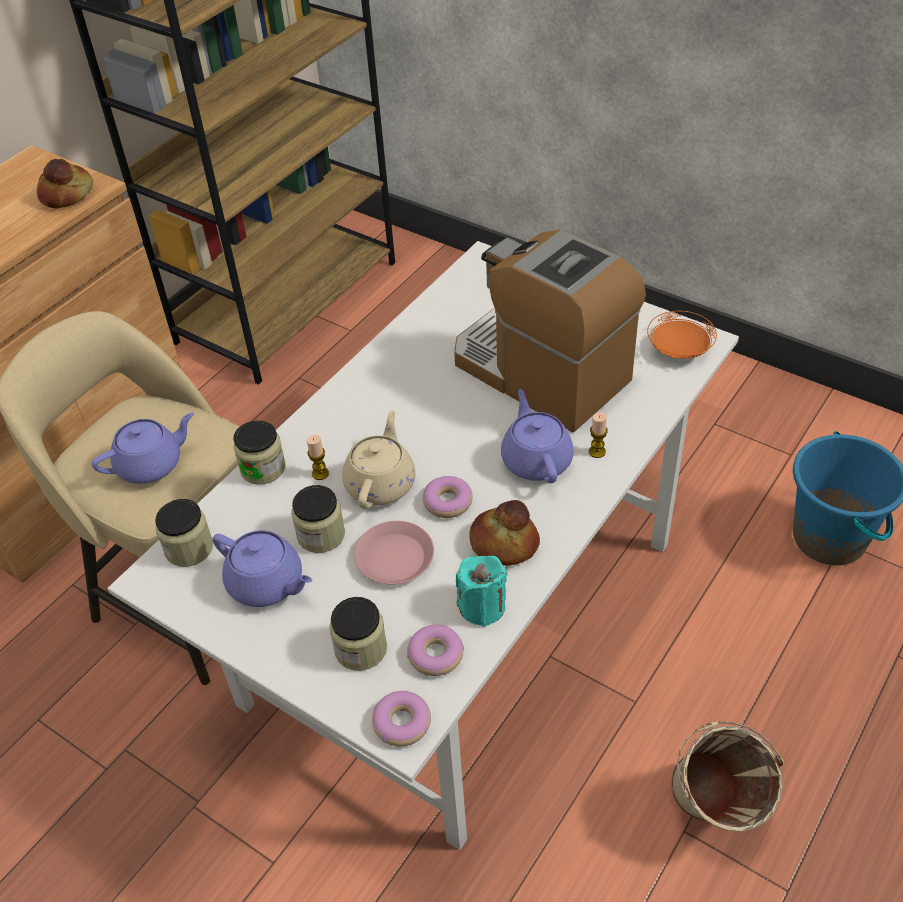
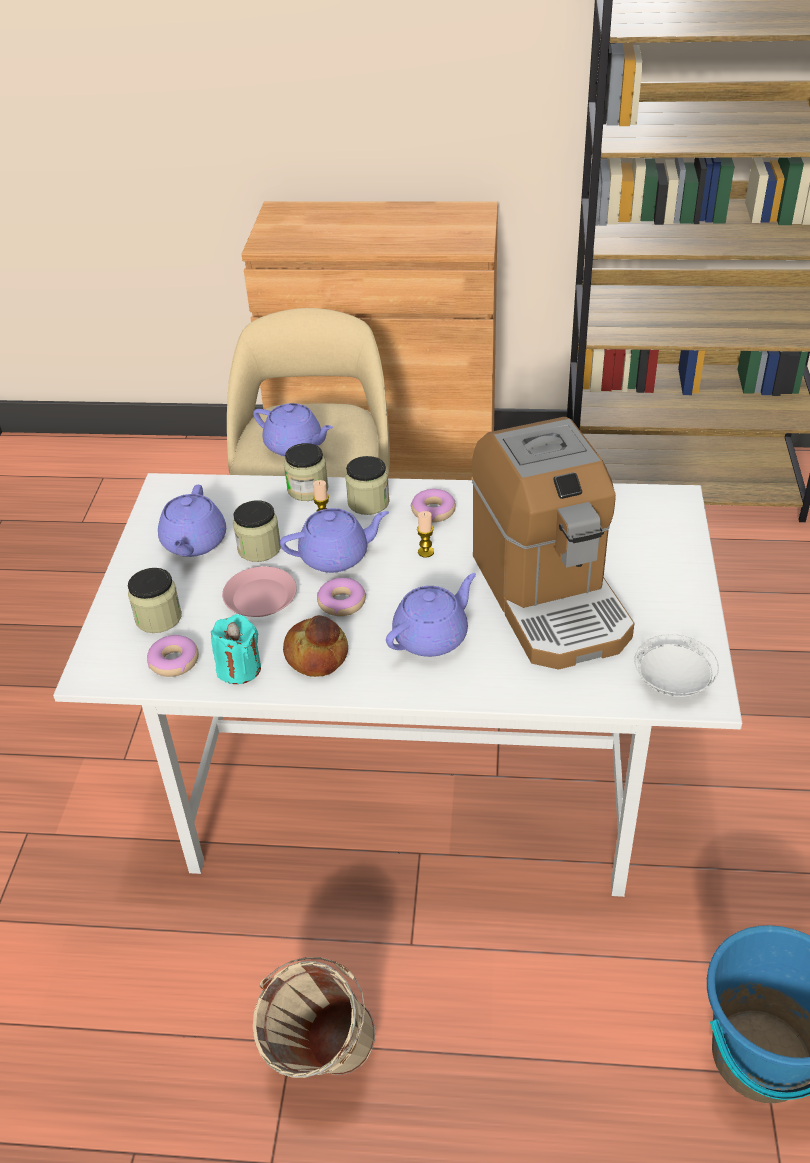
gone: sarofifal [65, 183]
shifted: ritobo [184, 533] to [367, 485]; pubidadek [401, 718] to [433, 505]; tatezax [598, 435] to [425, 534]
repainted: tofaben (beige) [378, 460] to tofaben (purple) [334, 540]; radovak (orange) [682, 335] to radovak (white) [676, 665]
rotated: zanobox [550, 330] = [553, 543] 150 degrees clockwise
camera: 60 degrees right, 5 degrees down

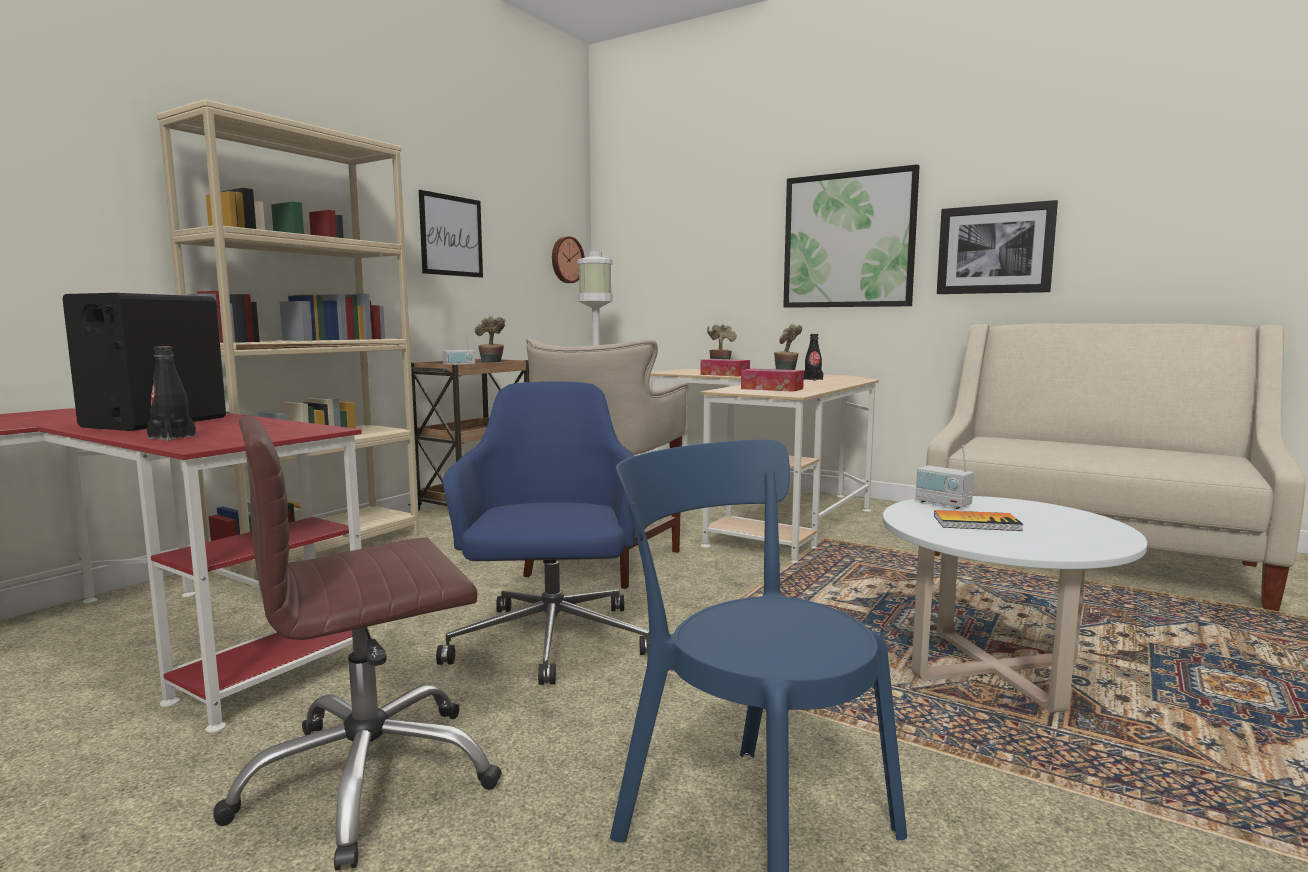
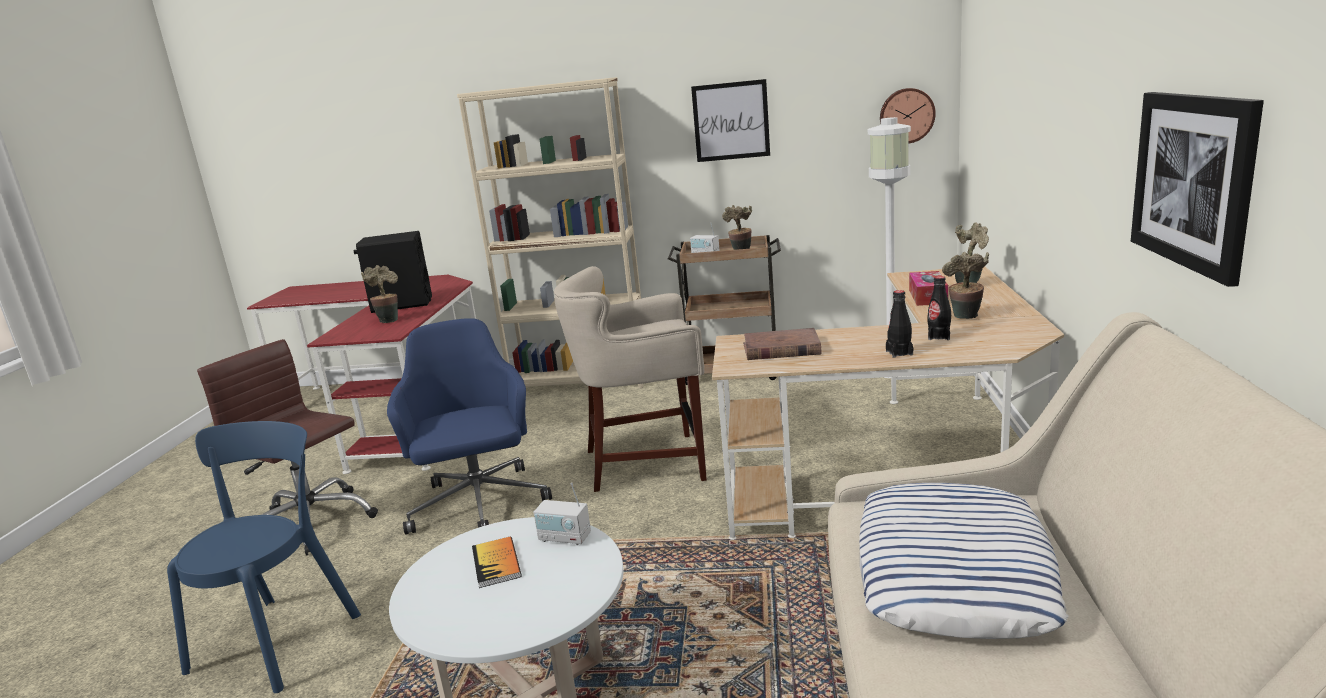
gone: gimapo [851, 236]
new: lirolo [379, 294]; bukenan [963, 561]
shifted: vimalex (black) [171, 393] to [899, 324]
swapped: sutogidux [772, 380] to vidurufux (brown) [782, 344]
rotated: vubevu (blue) [542, 533] = [469, 426] 75 degrees counterclockwise; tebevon [944, 477] = [562, 514] 90 degrees counterclockwise
camera: 65 degrees right, 10 degrees up

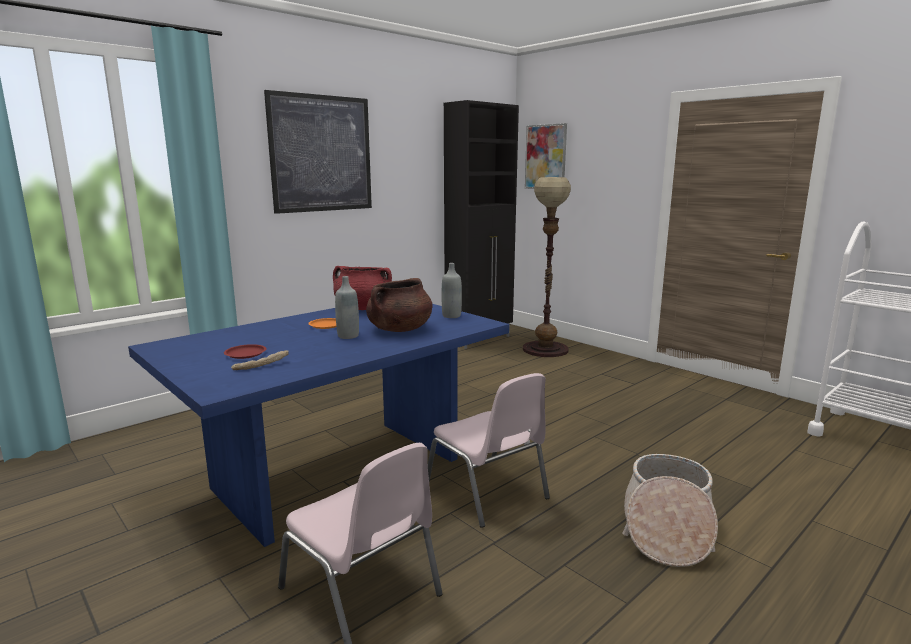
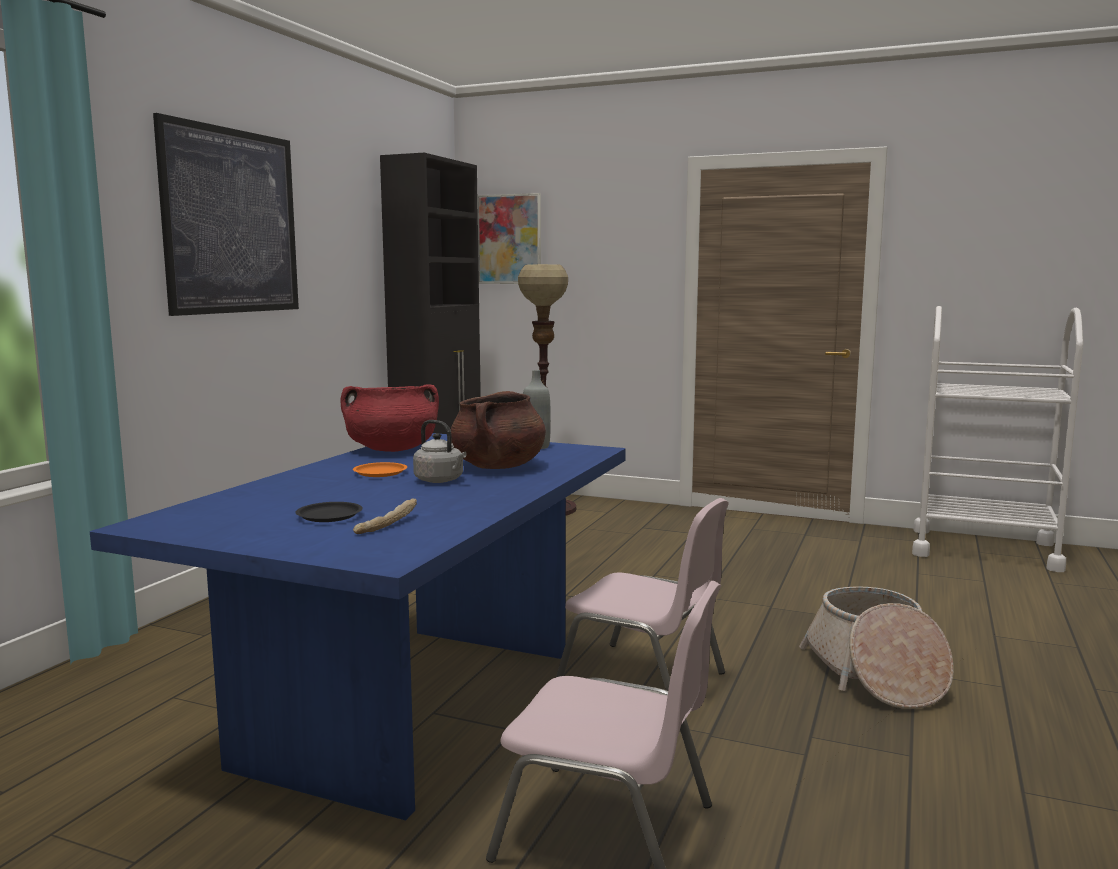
swapped: vimalex (grey) [347, 307] to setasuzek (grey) [440, 451]
repainted: radovak (red) [245, 351] to radovak (black) [329, 512]
camera: 25 degrees left, 5 degrees down

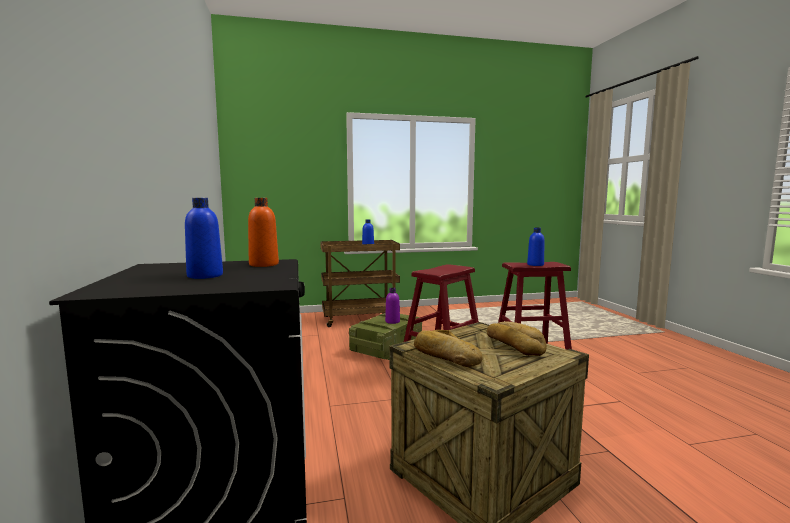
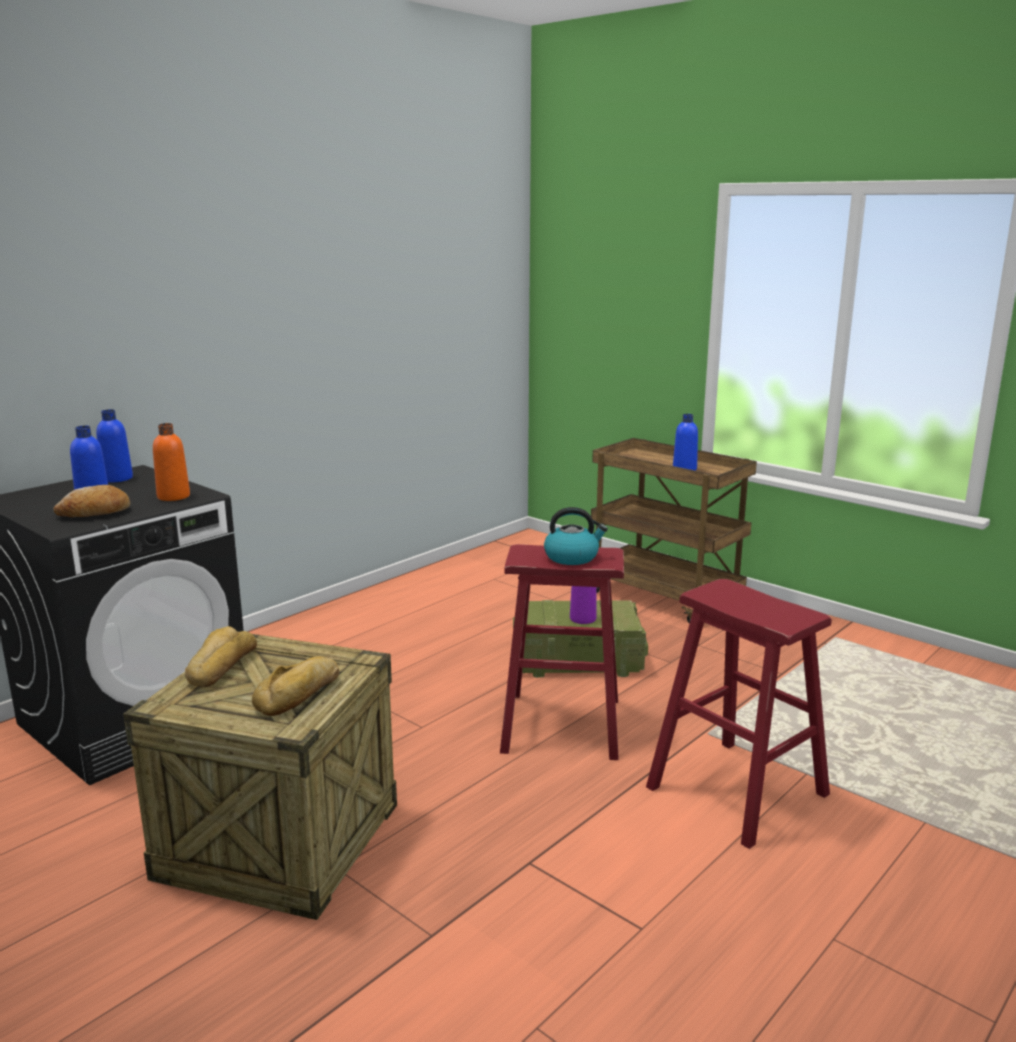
new: sarofifal [92, 501]; setasuzek [576, 536]
shifted: vimalex (blue) [536, 247] to [114, 445]
camera: 55 degrees right, 10 degrees up

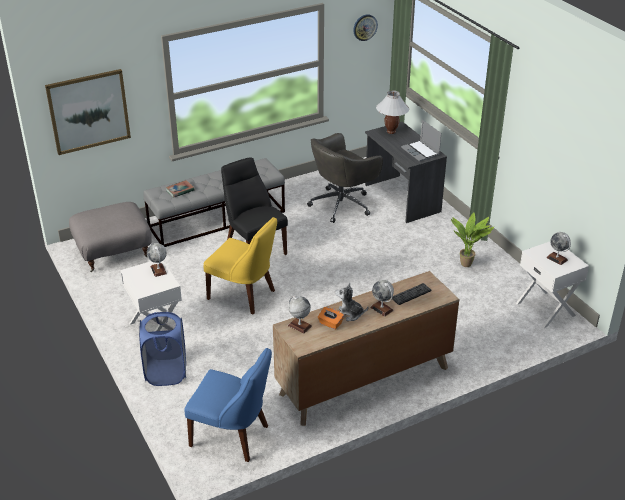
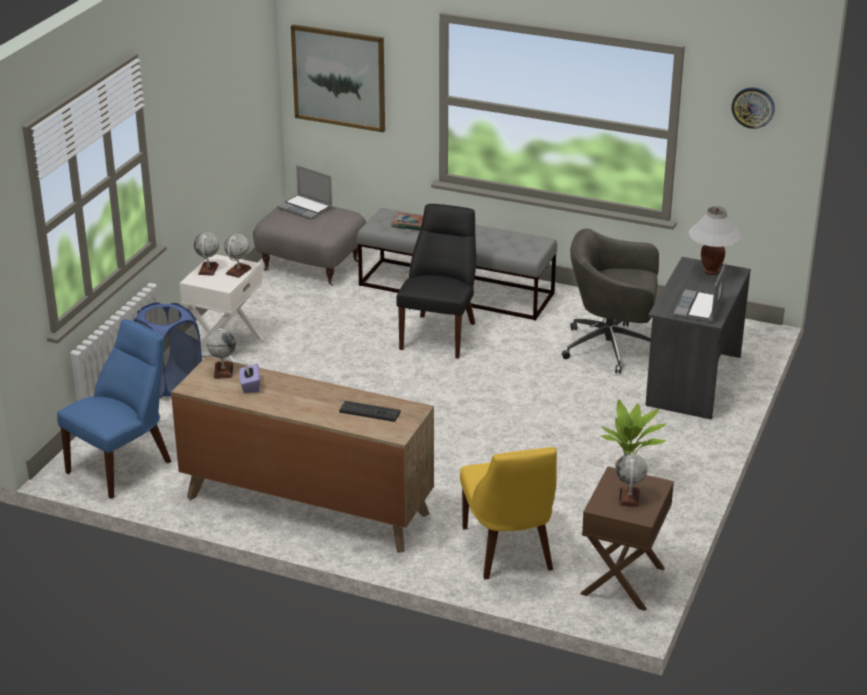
gone: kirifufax [351, 302]
new: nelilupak [304, 192]
shifted: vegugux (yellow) [240, 265] to [508, 513]; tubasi [382, 298] to [206, 254]
repainted: sutogidux (orange) [331, 318] to sutogidux (purple) [249, 378]; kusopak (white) [552, 285] to kusopak (brown) [627, 539]
rotated: vegugux (blue) [228, 405] = [114, 409] 120 degrees counterclockwise
camera: 50 degrees right, 5 degrees down

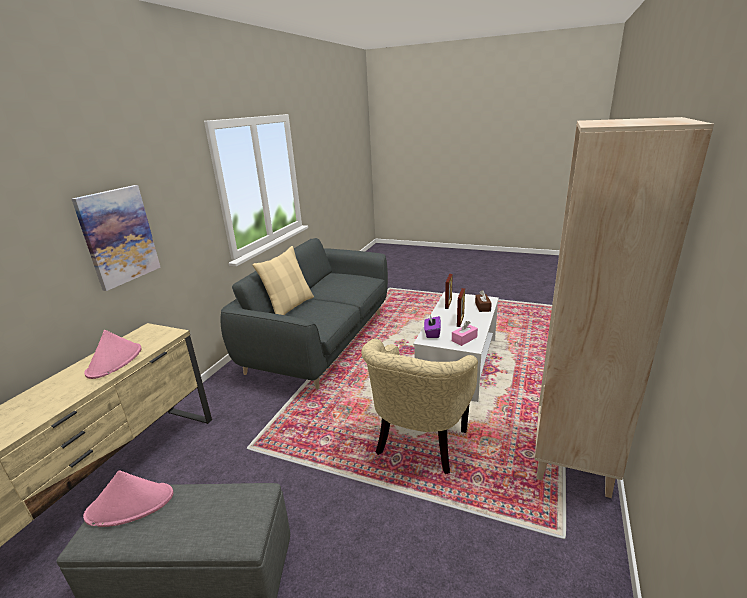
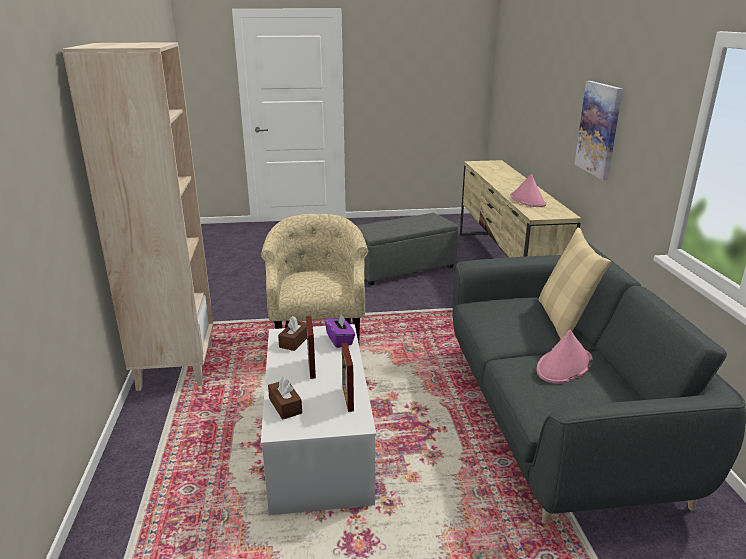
shifted: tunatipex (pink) [128, 498] to [565, 357]
repainted: sutogidux (pink) [465, 333] to sutogidux (brown) [292, 333]
camera: 150 degrees right, 0 degrees up

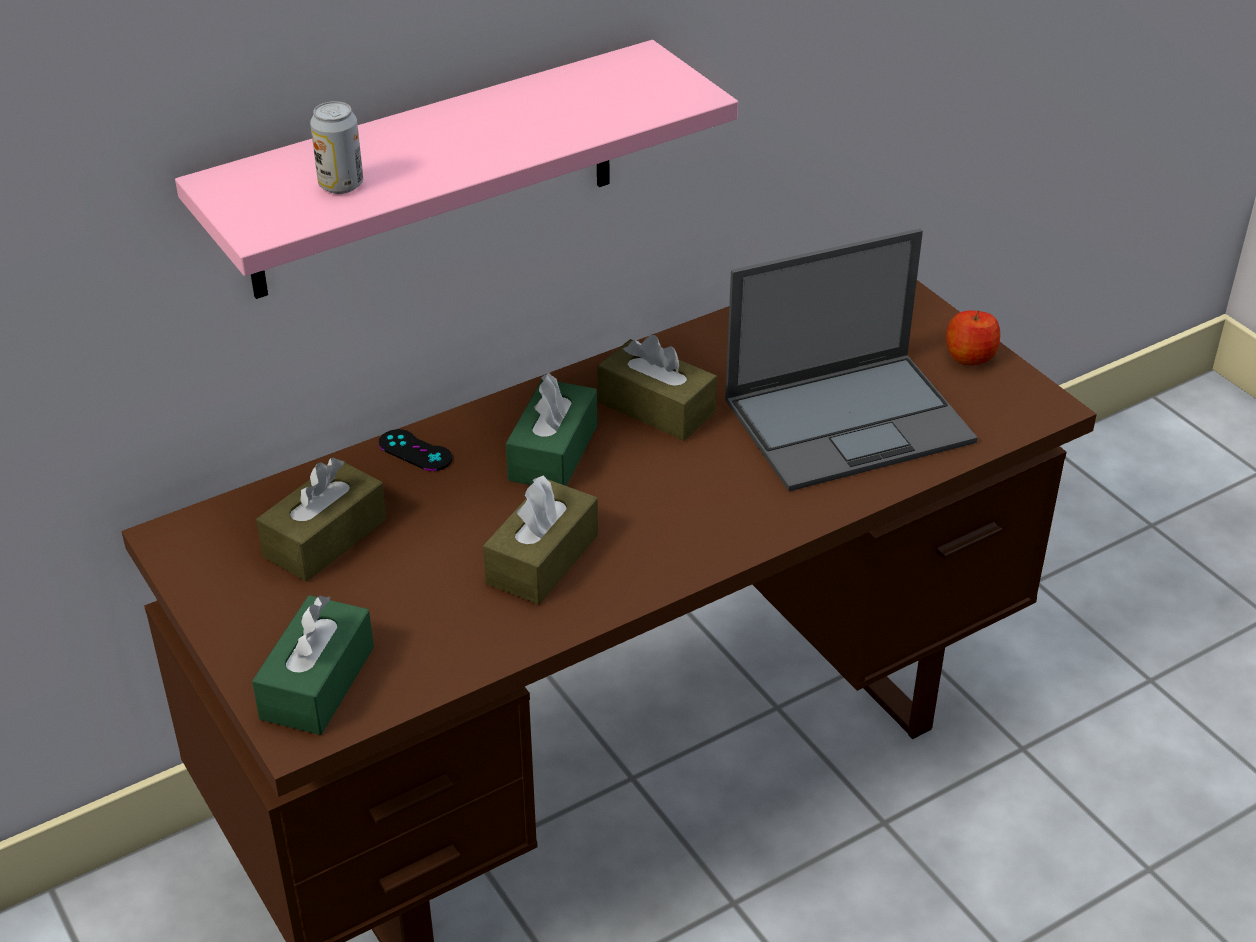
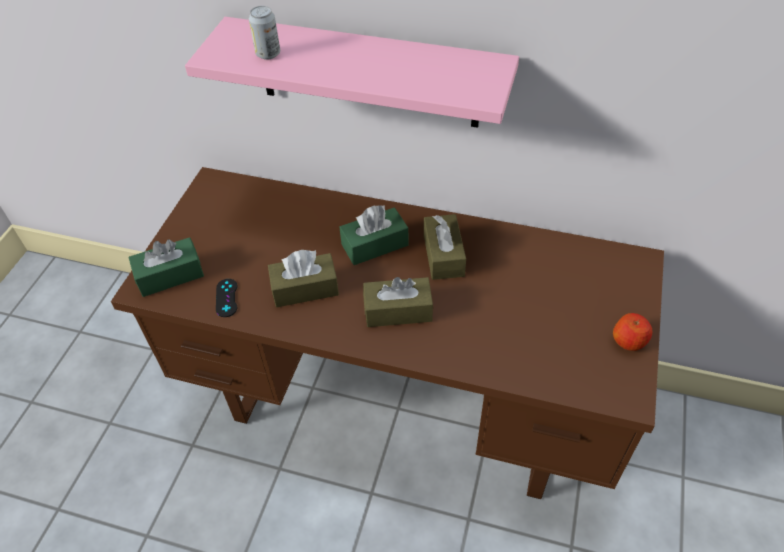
gone: nelilupak [851, 360]
shifted: sutogidux (brown) [321, 519] to [398, 302]; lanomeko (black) [415, 450] to [226, 298]
camera: 50 degrees right, 10 degrees up

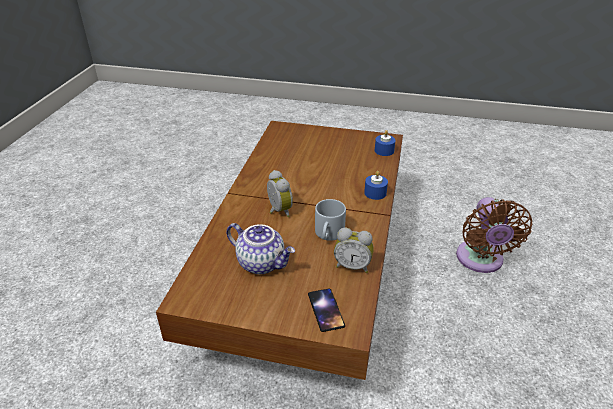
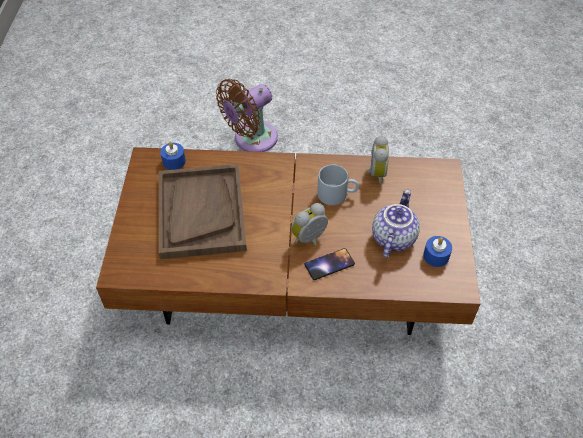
new: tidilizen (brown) [203, 211]
shifted: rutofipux [326, 310] to [330, 264]; tatezax (blue) [376, 185] to [437, 251]
rotated: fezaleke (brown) [494, 235] = [247, 115] 150 degrees clockwise
camera: 100 degrees left, 15 degrees up

